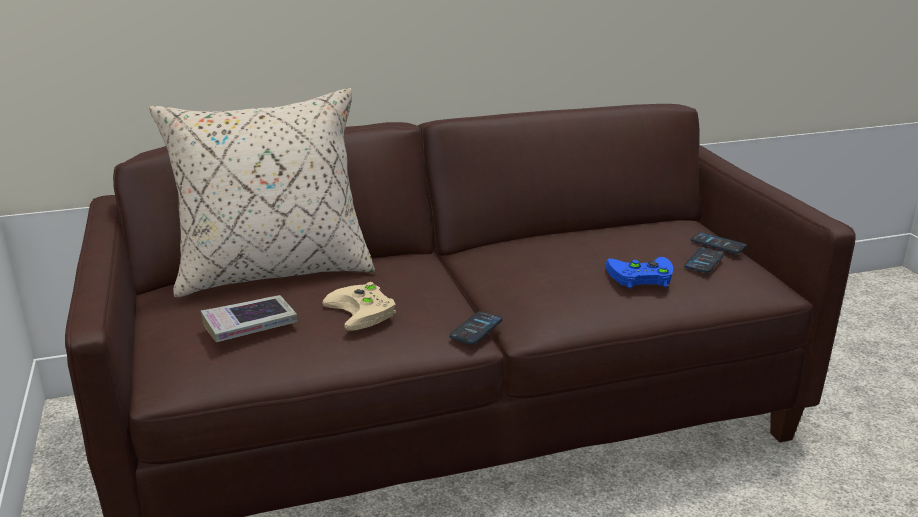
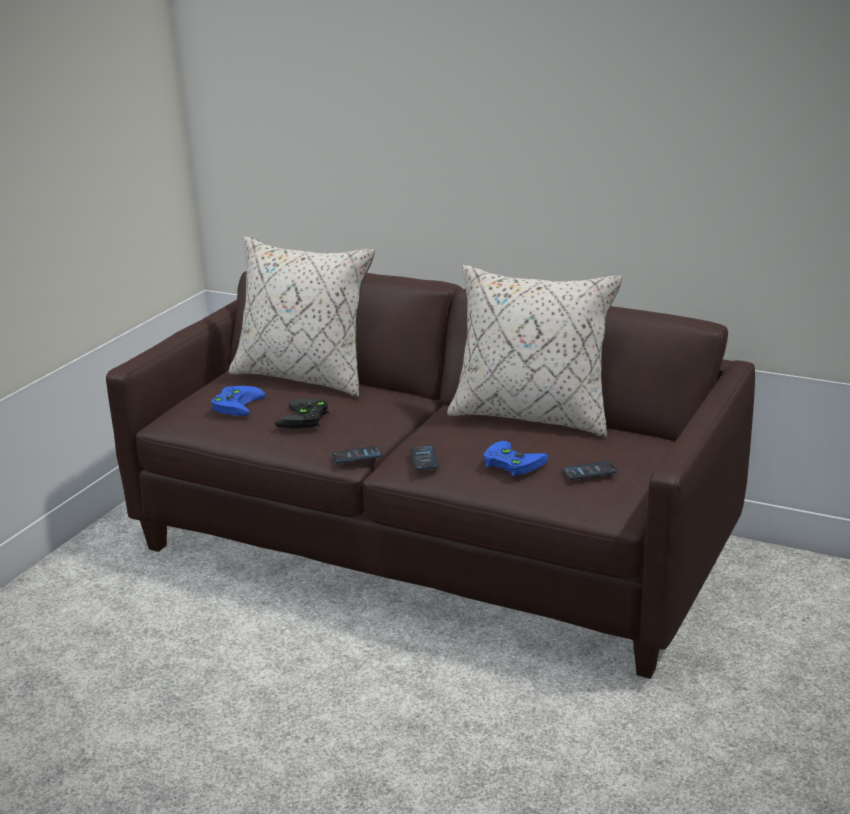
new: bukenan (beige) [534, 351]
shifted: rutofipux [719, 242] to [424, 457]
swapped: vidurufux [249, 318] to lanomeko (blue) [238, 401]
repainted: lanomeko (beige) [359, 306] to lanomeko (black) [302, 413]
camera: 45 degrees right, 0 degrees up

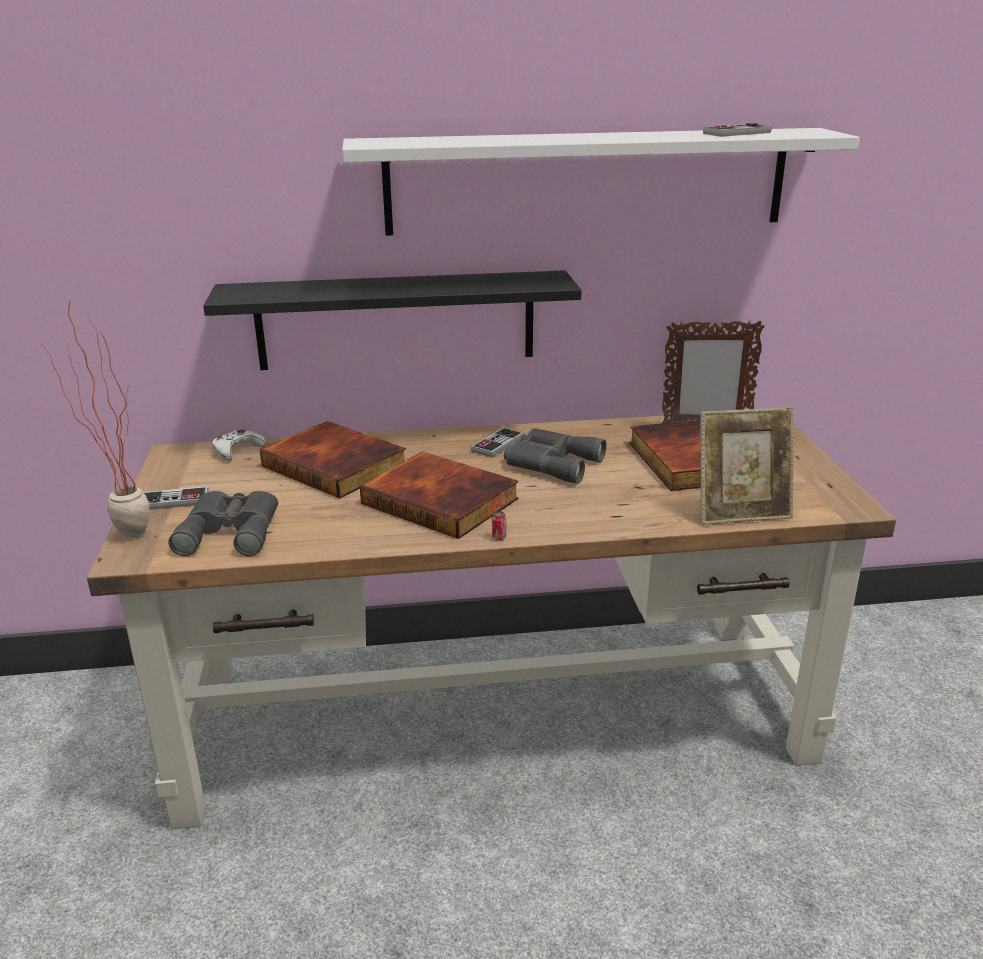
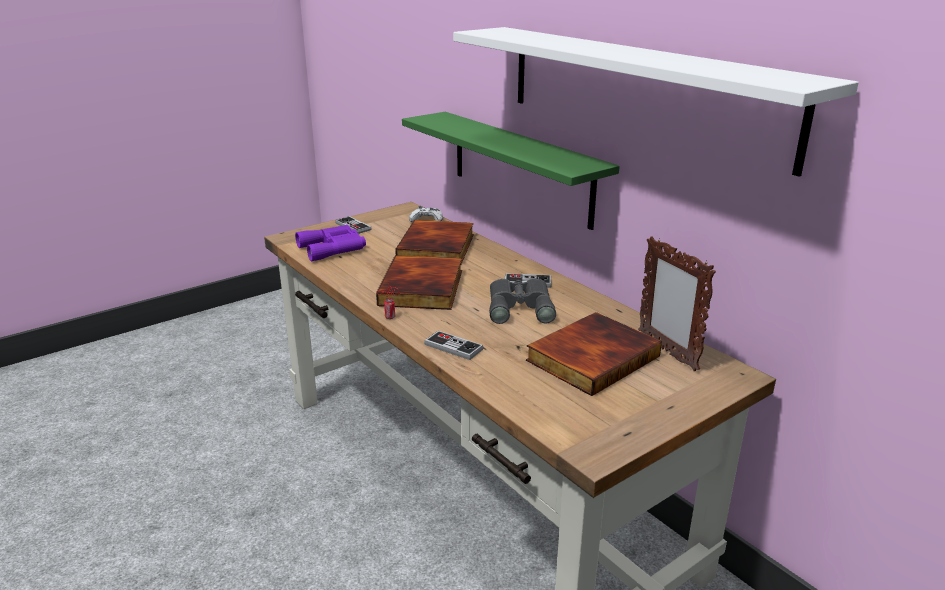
gone: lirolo [94, 419]; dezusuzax [747, 466]
shifted: lanomeko [737, 130] to [453, 345]
repainted: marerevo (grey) [223, 523] to marerevo (purple) [330, 243]; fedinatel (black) [392, 320] to fedinatel (green) [511, 171]
camera: 60 degrees right, 0 degrees up

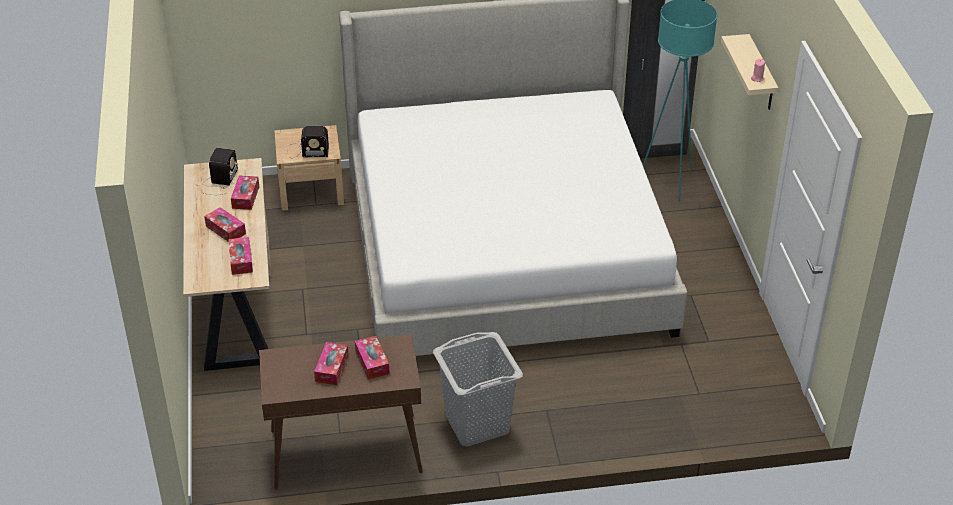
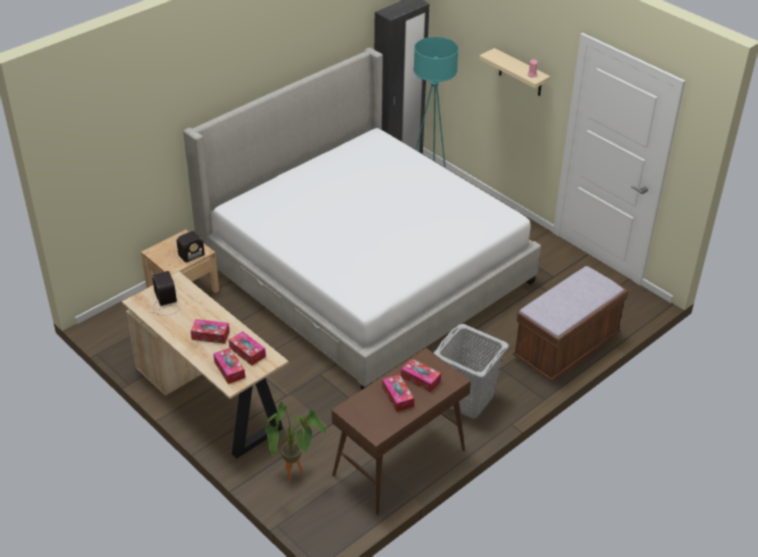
new: lirolo [295, 442]; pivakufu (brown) [570, 324]
shifted: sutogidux [245, 193] to [229, 366]
camera: 35 degrees left, 0 degrees up

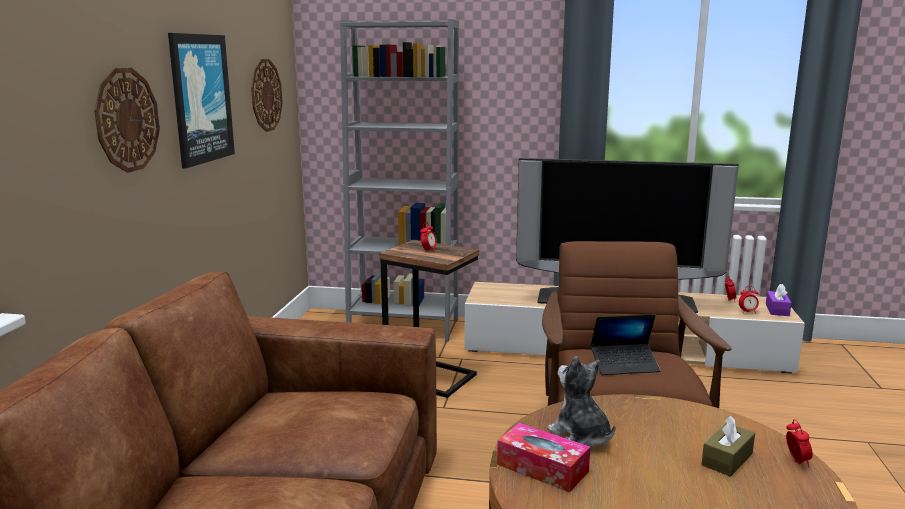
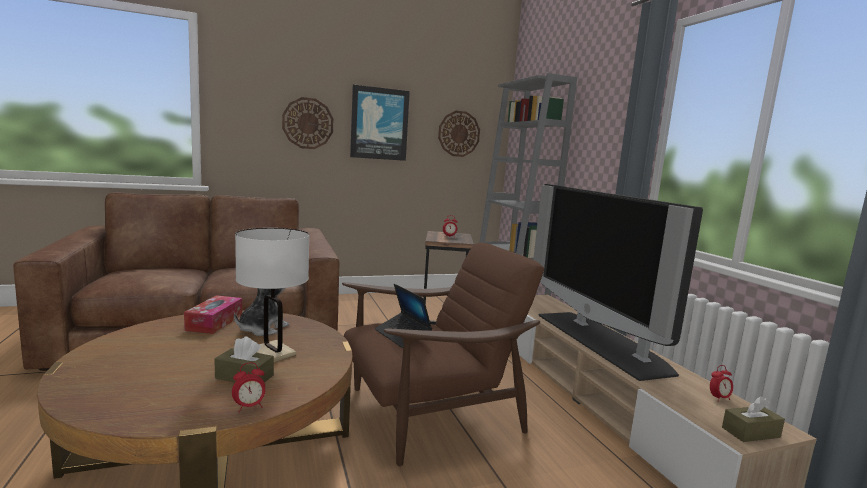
gone: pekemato [749, 299]
new: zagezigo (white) [272, 295]
repainted: sutogidux (purple) [779, 300] to sutogidux (brown) [753, 419]
camera: 60 degrees right, 5 degrees down

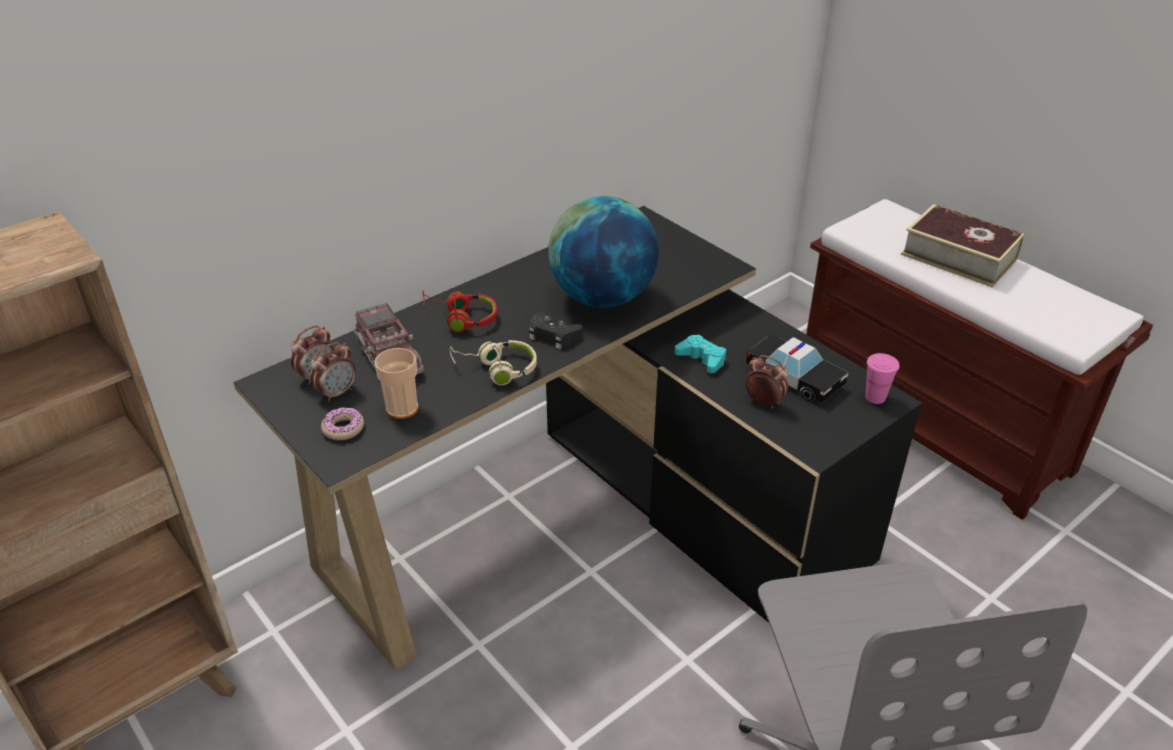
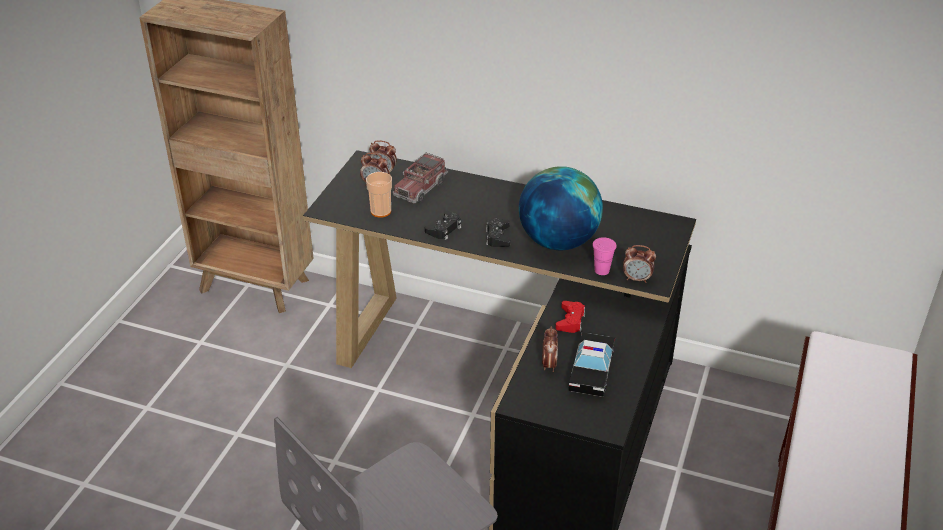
gone: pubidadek [342, 423]; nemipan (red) [459, 311]; vidurufux [963, 246]
new: pekemato [639, 264]
shifted: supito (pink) [882, 378] to [604, 256]
swapped: nemipan (beige) [493, 362] to lanomeko (black) [443, 225]
repainted: lanomeko (turquoise) [700, 354] to lanomeko (red) [570, 317]
camera: 60 degrees right, 0 degrees up

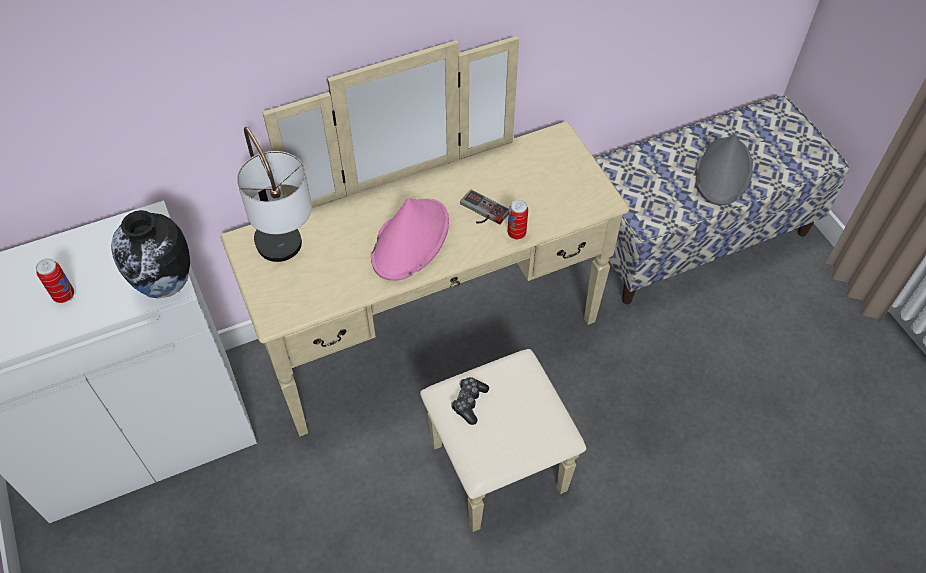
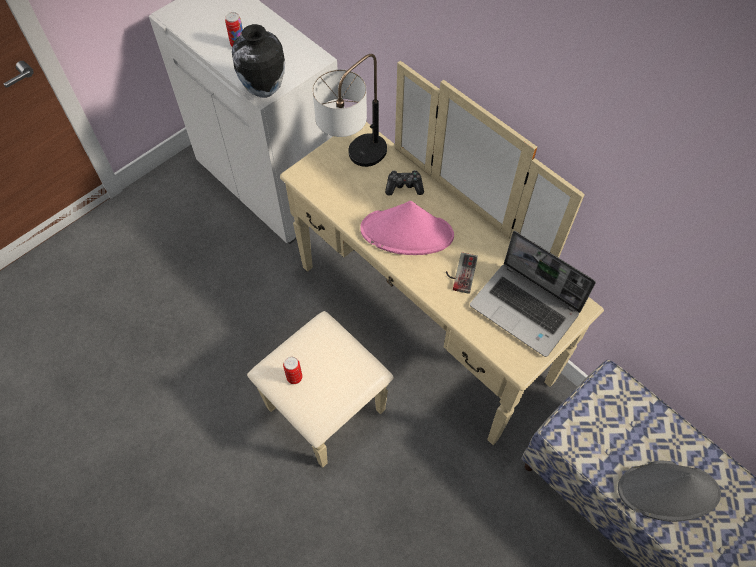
new: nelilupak [533, 294]
shifted: lanomeko [470, 401] to [404, 182]; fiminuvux [518, 219] to [293, 370]
camera: 70 degrees right, 5 degrees up

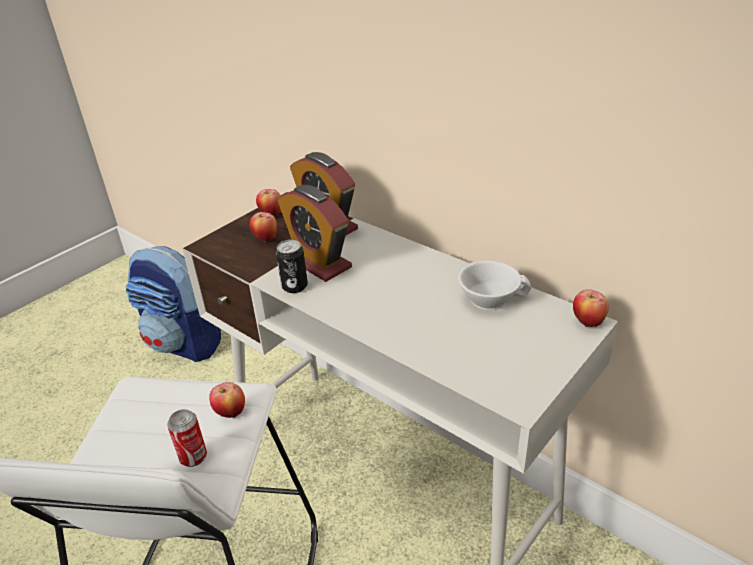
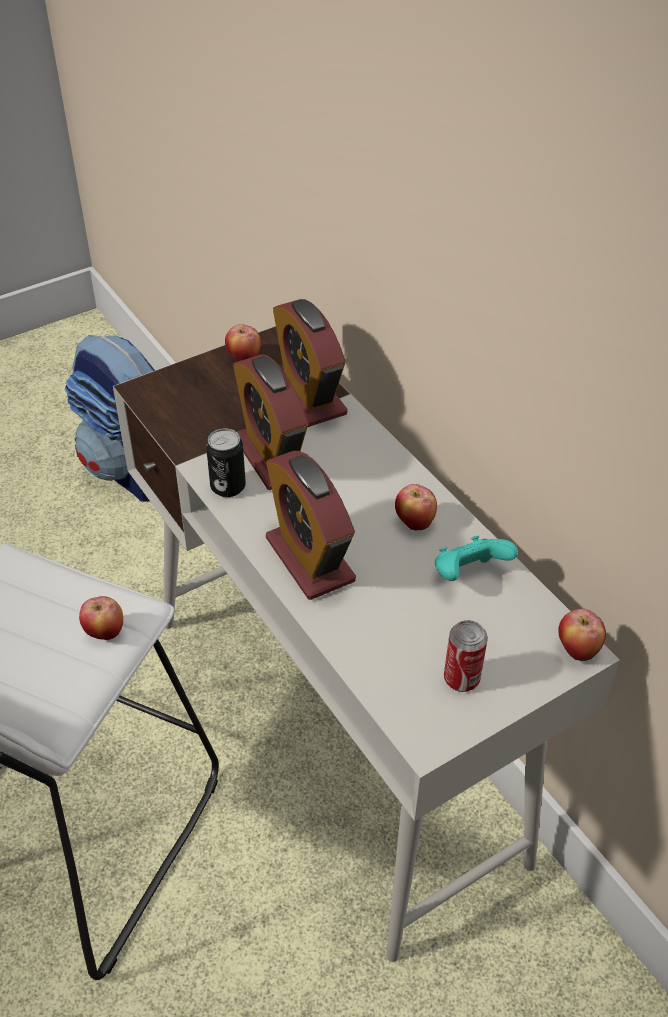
new: pekemato [311, 525]
shifted: fiminuvux [187, 438] to [466, 656]; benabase [263, 227] to [416, 507]
swapped: supito (white) [494, 285] to lanomeko (turquoise) [476, 558]
camera: 15 degrees right, 10 degrees up

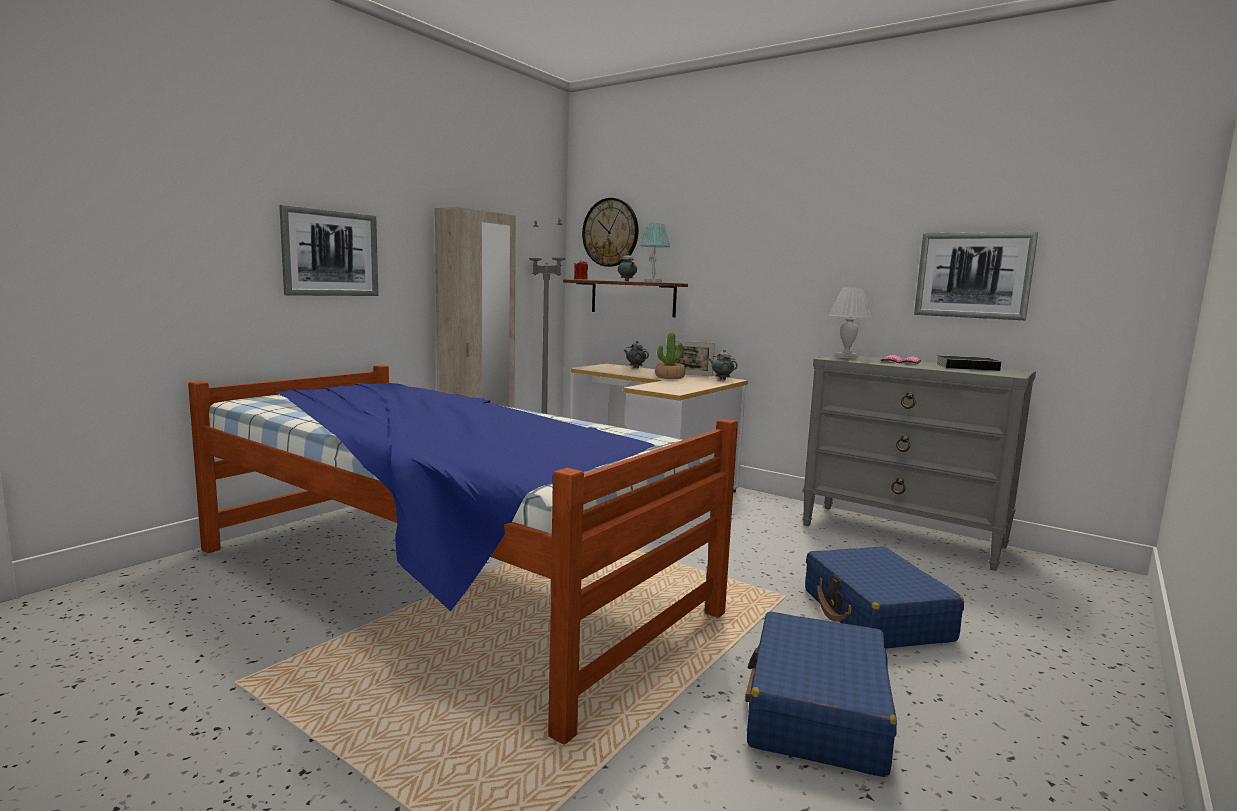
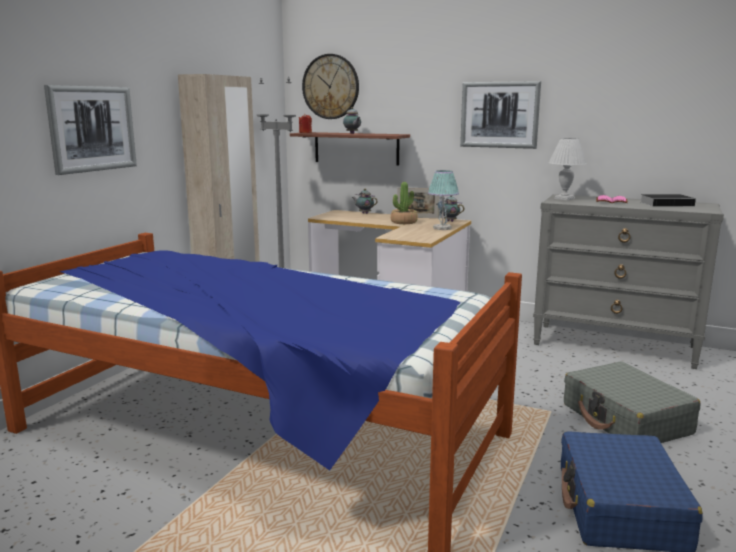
shifted: zagezigo [654, 252] to [443, 200]; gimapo [976, 276] to [500, 115]
repainted: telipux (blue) [884, 597] to telipux (grey) [632, 402]
camera: 10 degrees left, 5 degrees up

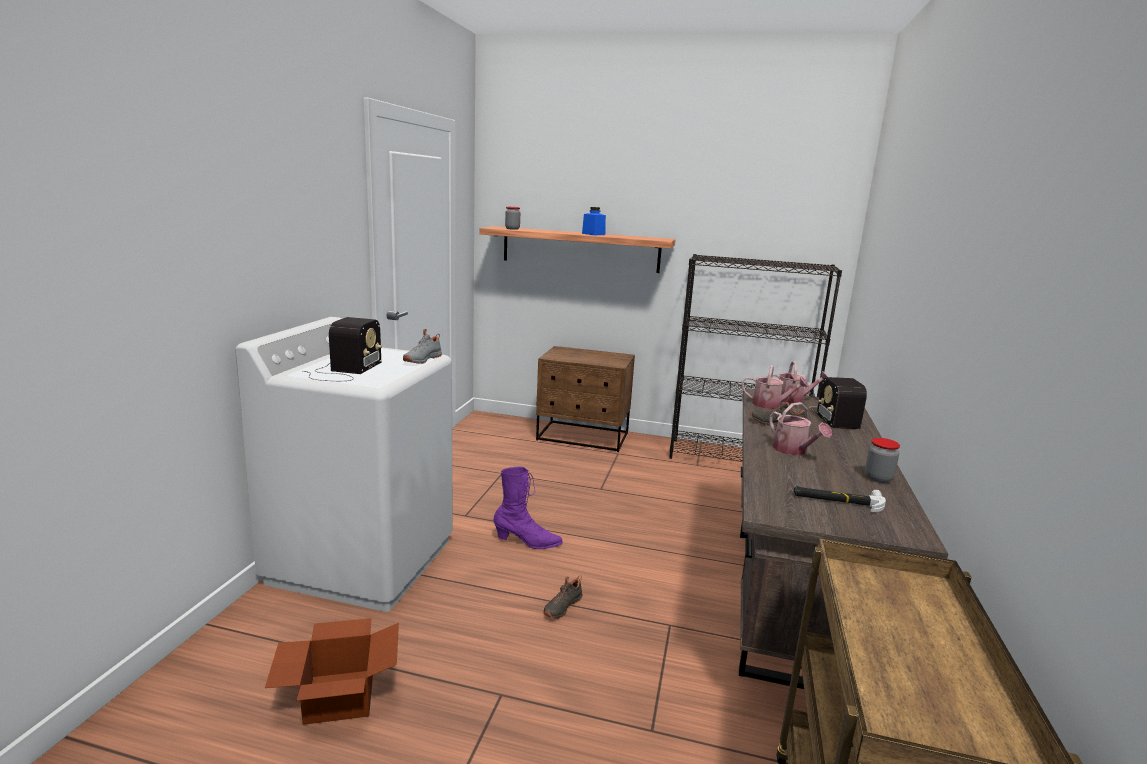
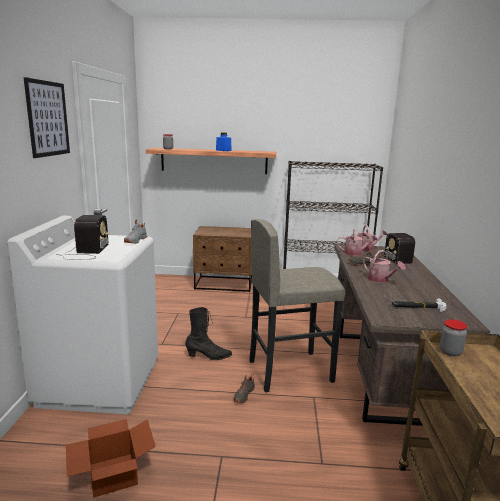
new: gimapo [47, 117]; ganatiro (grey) [297, 305]
shifted: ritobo [882, 460] to [453, 338]
repainted: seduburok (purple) [528, 508] to seduburok (black) [208, 333]
camera: 10 degrees left, 0 degrees up

